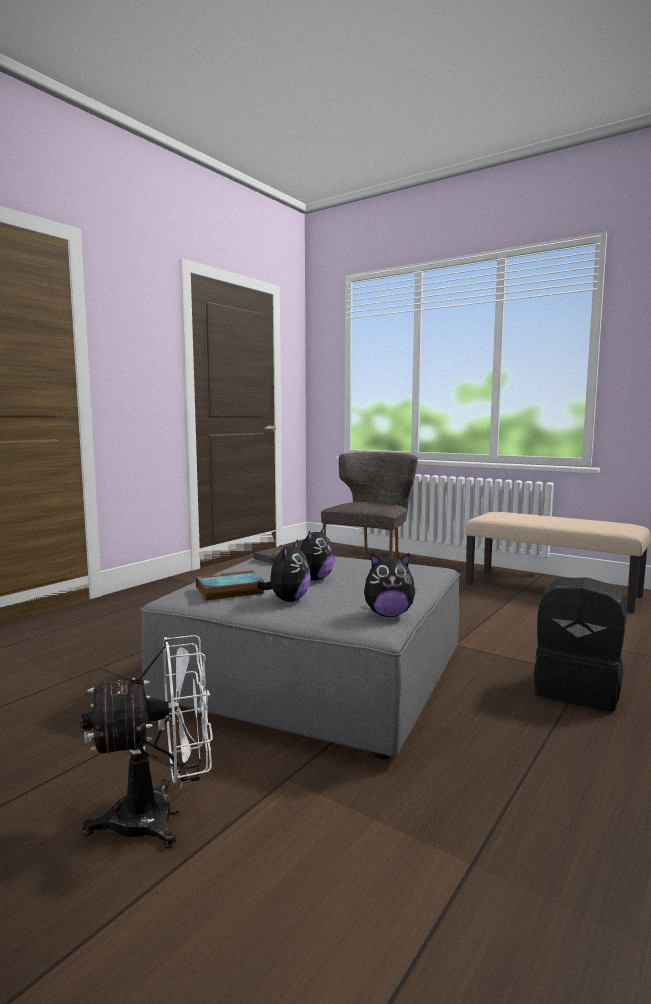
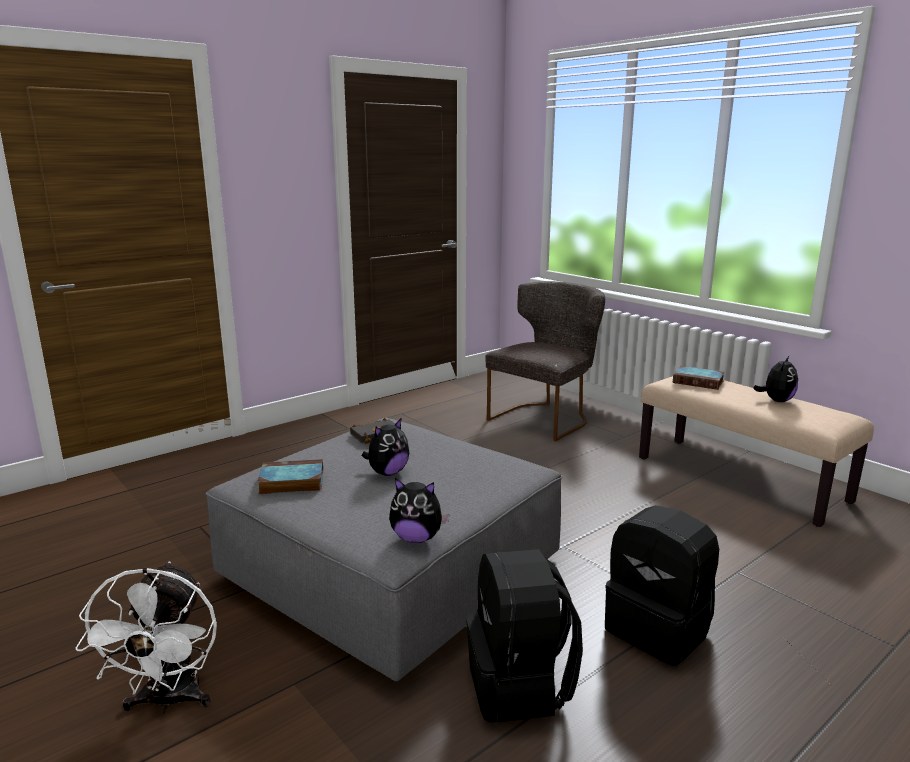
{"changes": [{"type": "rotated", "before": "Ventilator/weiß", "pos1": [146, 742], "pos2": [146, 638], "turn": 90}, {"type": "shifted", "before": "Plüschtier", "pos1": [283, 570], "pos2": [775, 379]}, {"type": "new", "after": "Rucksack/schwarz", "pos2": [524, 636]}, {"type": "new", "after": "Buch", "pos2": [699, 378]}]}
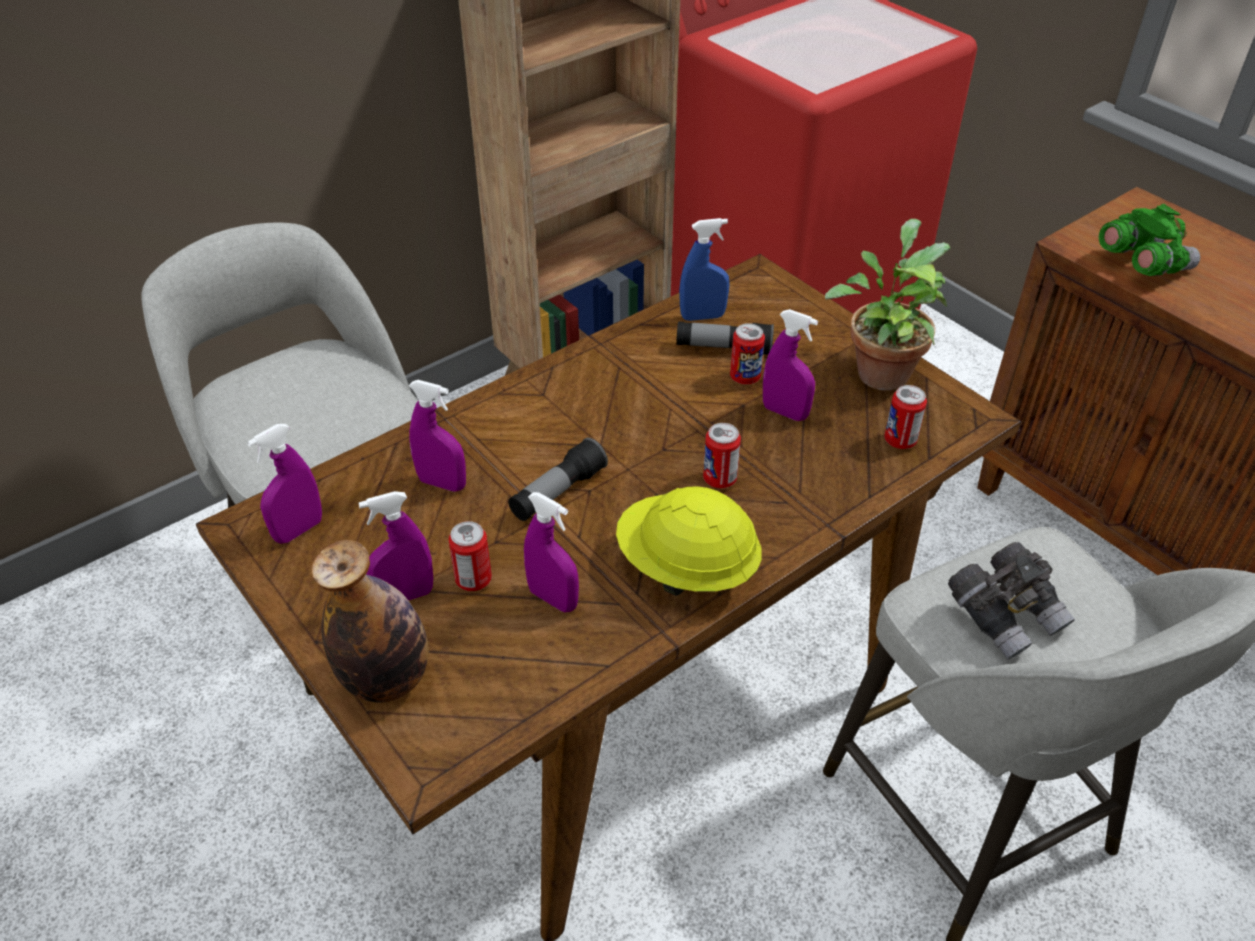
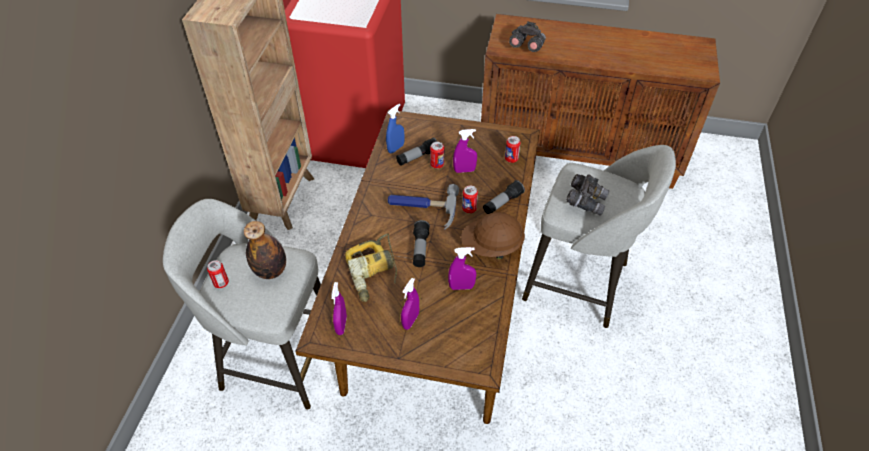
{"changes": [{"type": "shifted", "before": "Flasche", "pos1": [370, 621], "pos2": [265, 250]}, {"type": "swapped", "before": "Sprühflasche/lila", "after": "Bohrmaschine", "pos1": [437, 436], "pos2": [371, 268]}, {"type": "shifted", "before": "Dose", "pos1": [470, 556], "pos2": [218, 274]}, {"type": "repainted", "before": "Schutzhelm/gelb", "after": "Schutzhelm/braun", "pos1": [689, 541], "pos2": [493, 235]}, {"type": "gone", "before": "Topfpflanze", "pos1": [887, 305]}, {"type": "repainted", "before": "Fernglas/grün", "after": "Fernglas/grau", "pos1": [1149, 240], "pos2": [527, 36]}, {"type": "new", "after": "Hammer", "pos2": [423, 207]}, {"type": "new", "after": "Taschenlampe", "pos2": [504, 197]}]}
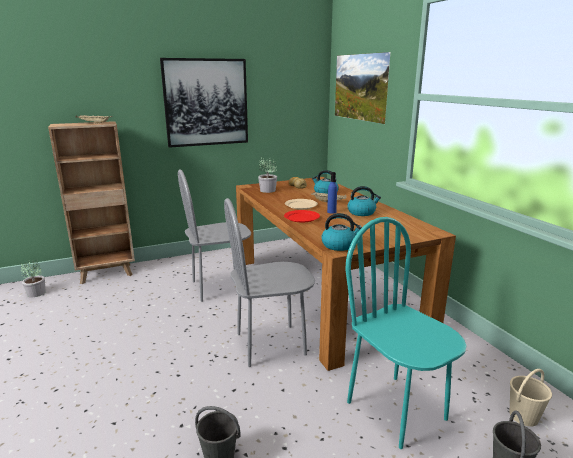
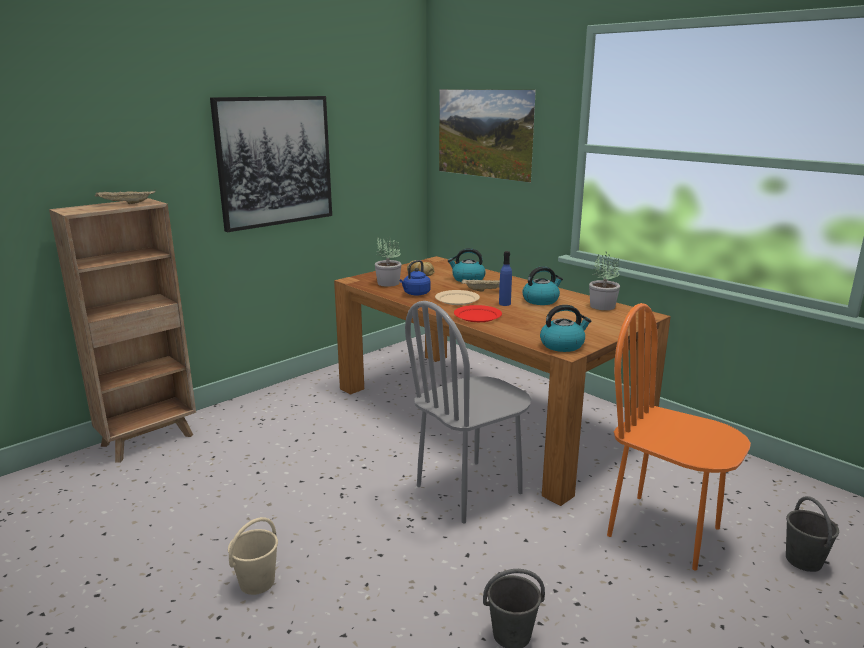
{"changes": [{"type": "shifted", "before": "Topfpflanze", "pos1": [33, 278], "pos2": [604, 281]}, {"type": "gone", "before": "Stuhl/grau", "pos1": [214, 235]}, {"type": "repainted", "before": "Stuhl/türkis", "after": "Stuhl/orange", "pos1": [406, 333], "pos2": [679, 436]}, {"type": "shifted", "before": "Eimer/beige", "pos1": [531, 398], "pos2": [253, 556]}, {"type": "new", "after": "Wasserkessel/blau", "pos2": [415, 278]}]}
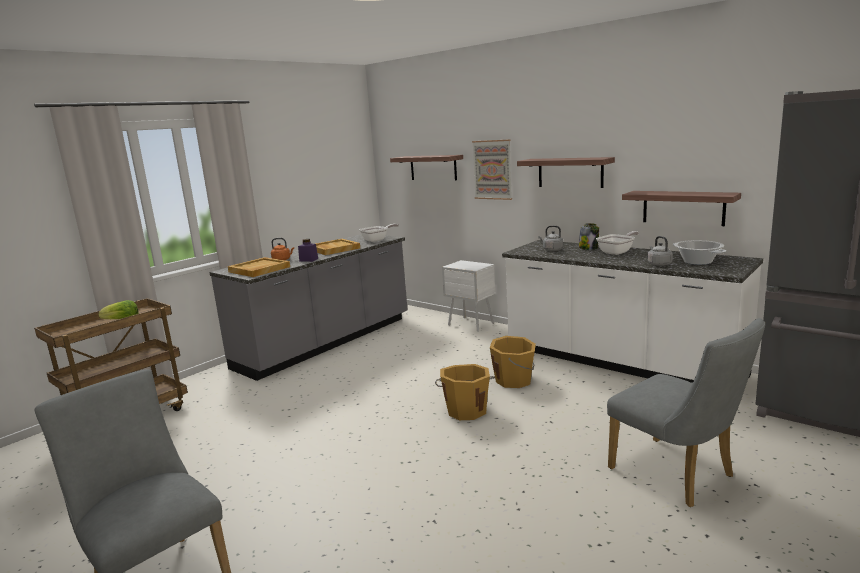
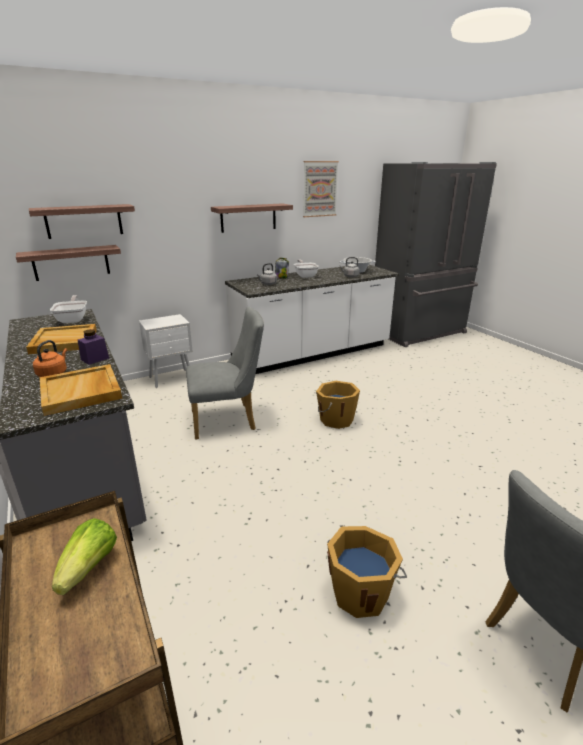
{"changes": [{"type": "shifted", "before": "Bild", "pos1": [492, 169], "pos2": [321, 189]}, {"type": "shifted", "before": "Eimer/orange", "pos1": [513, 362], "pos2": [367, 572]}, {"type": "shifted", "before": "Stuhl/grau", "pos1": [686, 412], "pos2": [225, 373]}, {"type": "shifted", "before": "Wandregal", "pos1": [681, 208], "pos2": [68, 263]}]}
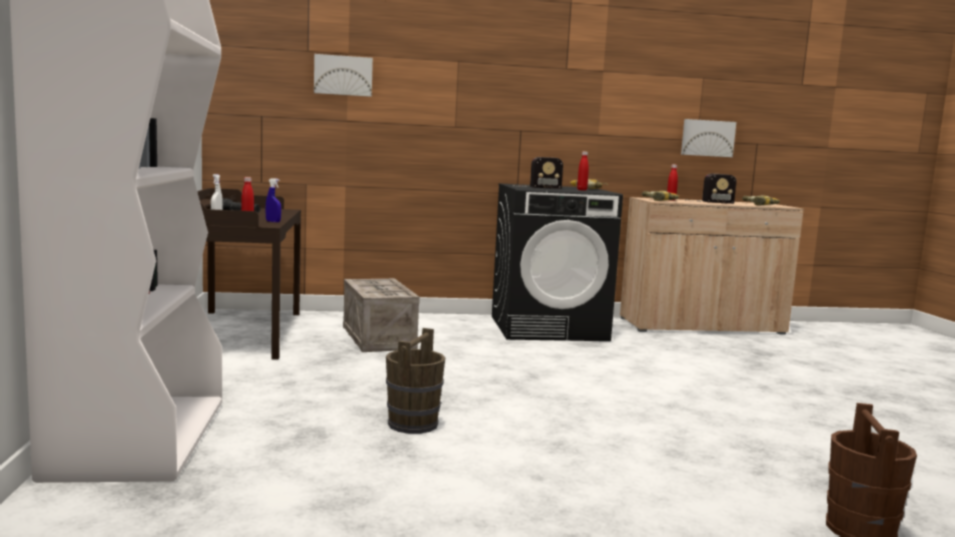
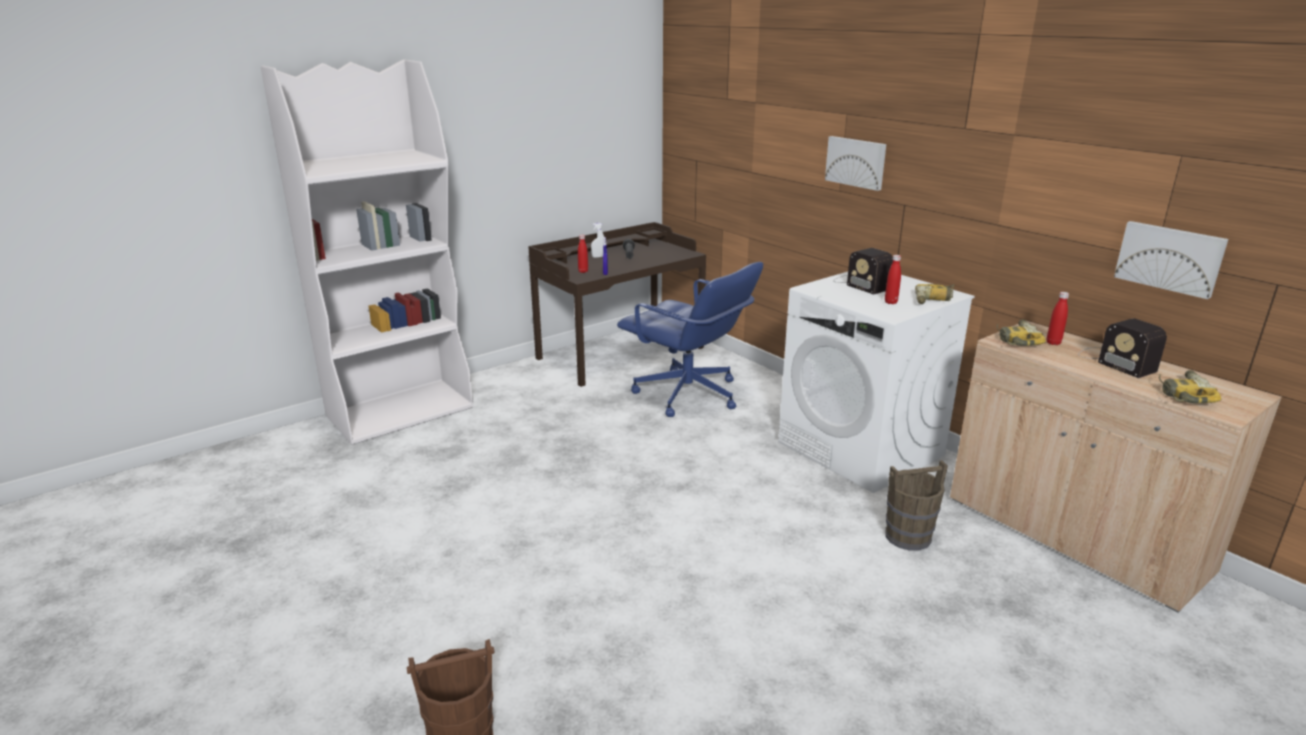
{"changes": [{"type": "shifted", "before": "Bild", "pos1": [343, 75], "pos2": [855, 163]}, {"type": "swapped", "before": "Kiste", "after": "Bürostuhl/blau", "pos1": [381, 315], "pos2": [690, 339]}, {"type": "shifted", "before": "Eimer/braun", "pos1": [415, 381], "pos2": [916, 505]}, {"type": "repainted", "before": "Waschmaschine/schwarz", "after": "Waschmaschine/weiß", "pos1": [557, 262], "pos2": [876, 382]}]}
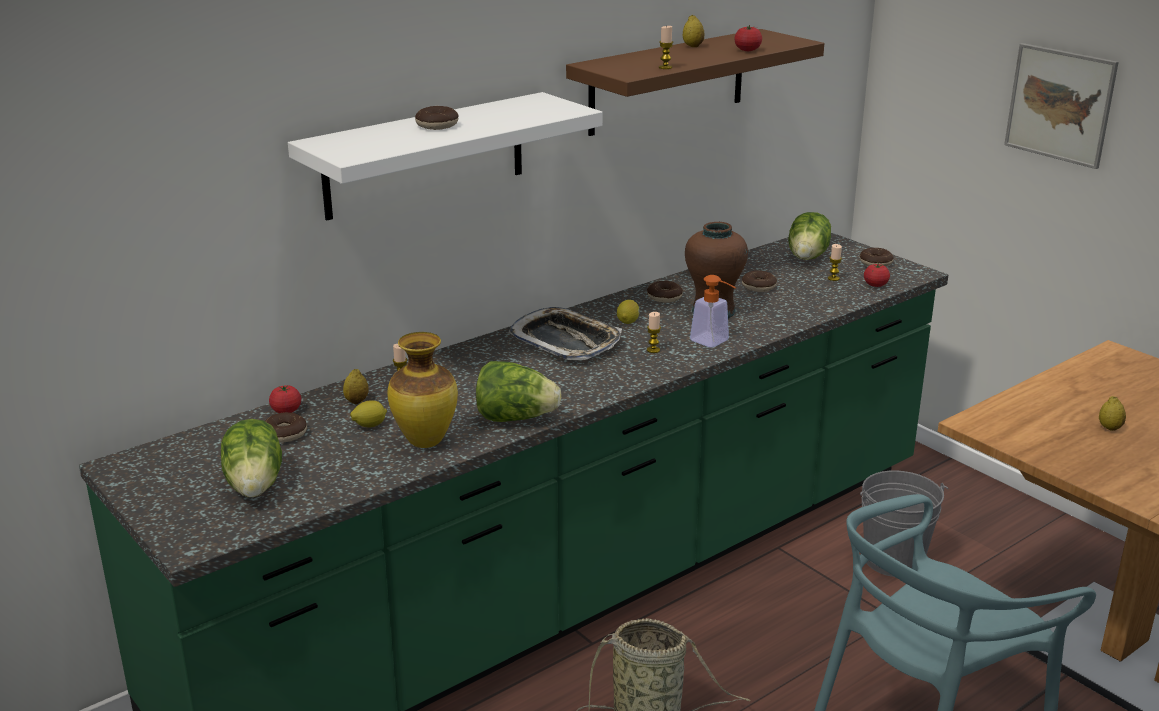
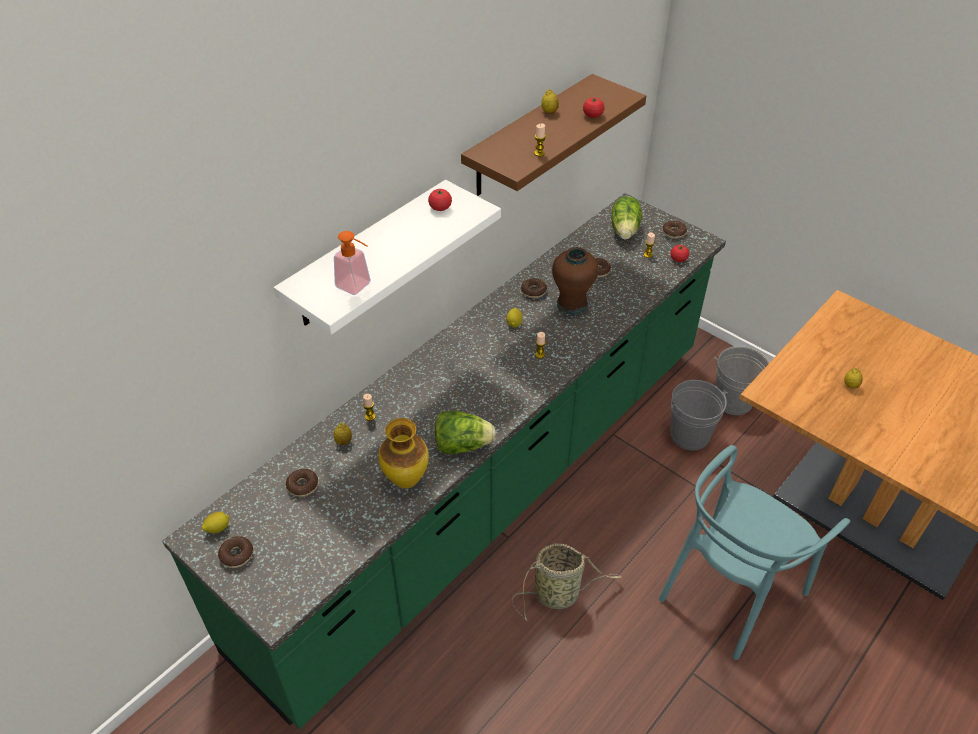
{"changes": [{"type": "gone", "before": "Salatkopf", "pos1": [251, 458]}, {"type": "shifted", "before": "Tomate", "pos1": [285, 399], "pos2": [440, 200]}, {"type": "shifted", "before": "Zitrone", "pos1": [368, 413], "pos2": [215, 522]}, {"type": "shifted", "before": "Donut", "pos1": [437, 118], "pos2": [235, 552]}, {"type": "gone", "before": "Tablett", "pos1": [565, 333]}, {"type": "shifted", "before": "Seifenspender", "pos1": [713, 311], "pos2": [352, 263]}, {"type": "gone", "before": "Bild", "pos1": [1061, 106]}, {"type": "new", "after": "Eimer/grau", "pos2": [742, 380]}]}
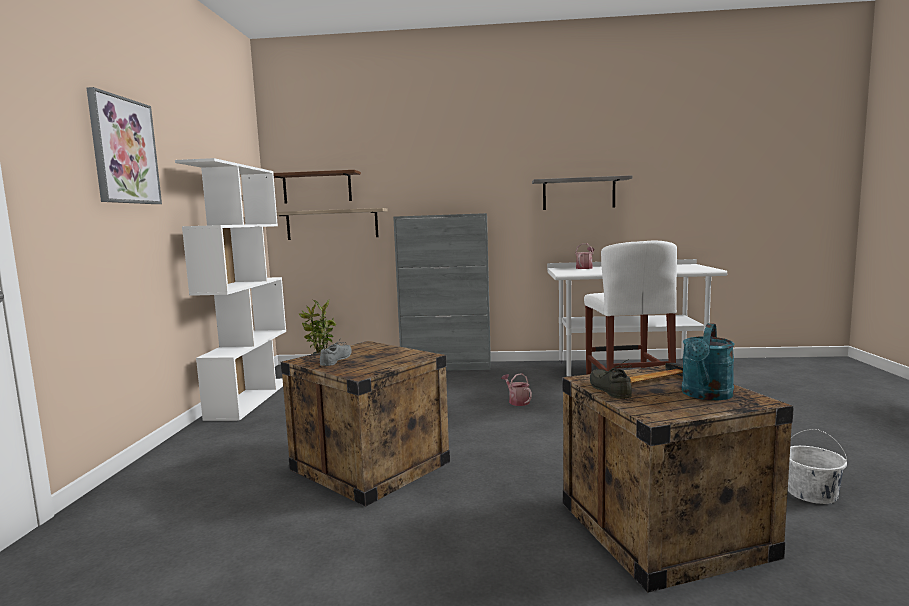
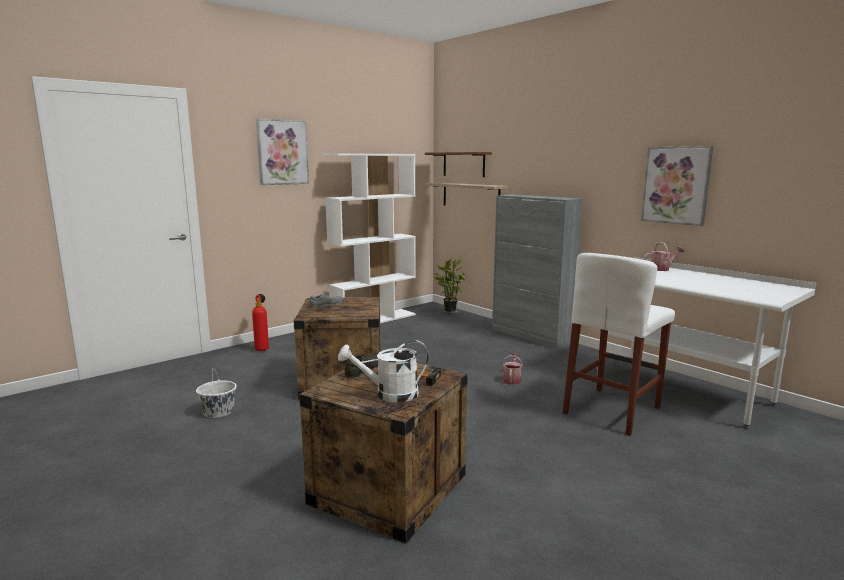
{"changes": [{"type": "swapped", "before": "Wandregal/grau", "after": "Bild", "pos1": [582, 192], "pos2": [677, 186]}, {"type": "repainted", "before": "Gießkanne/türkis", "after": "Gießkanne/weiß", "pos1": [708, 361], "pos2": [383, 371]}, {"type": "shifted", "before": "Eimer/weiß", "pos1": [817, 466], "pos2": [216, 393]}, {"type": "new", "after": "Feuerlöscher", "pos2": [260, 322]}]}
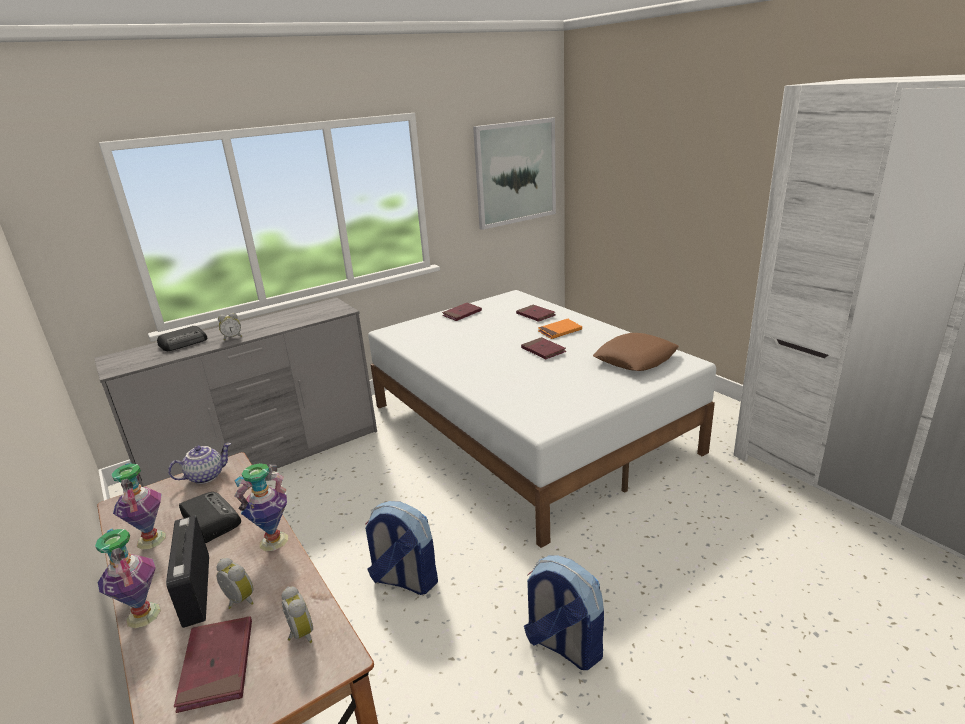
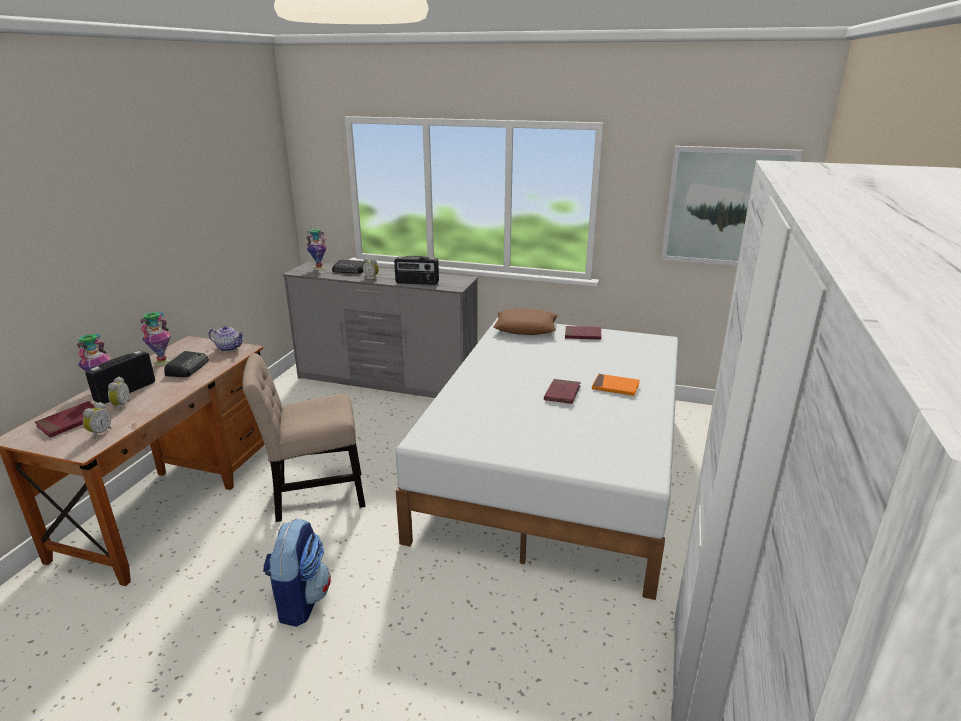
{"changes": [{"type": "shifted", "before": "Vase", "pos1": [261, 507], "pos2": [316, 249]}, {"type": "swapped", "before": "Rucksack", "after": "Stuhl/beige", "pos1": [401, 548], "pos2": [303, 437]}, {"type": "gone", "before": "Buch/rot", "pos1": [535, 313]}, {"type": "shifted", "before": "Kissen/braun", "pos1": [635, 352], "pos2": [525, 321]}, {"type": "new", "after": "Radio", "pos2": [416, 270]}]}
